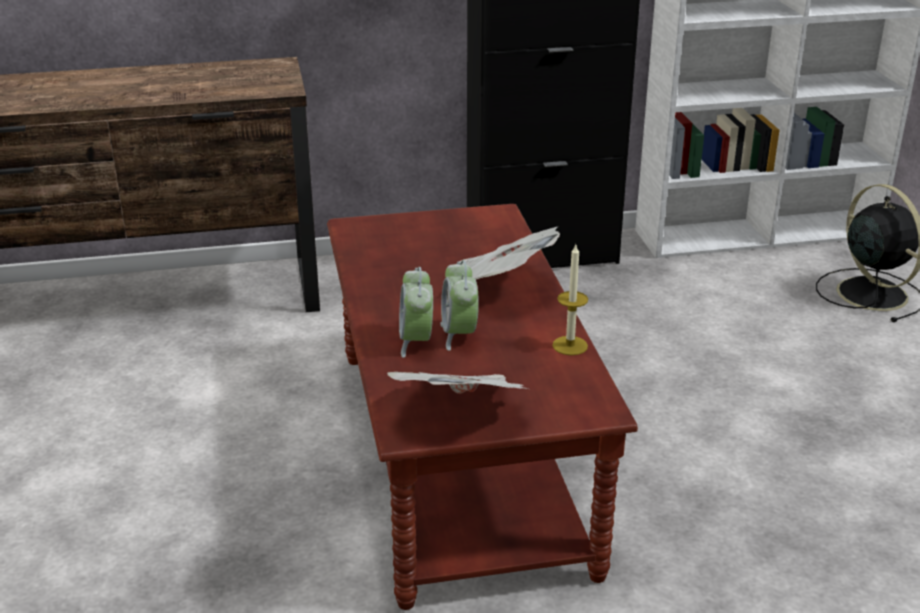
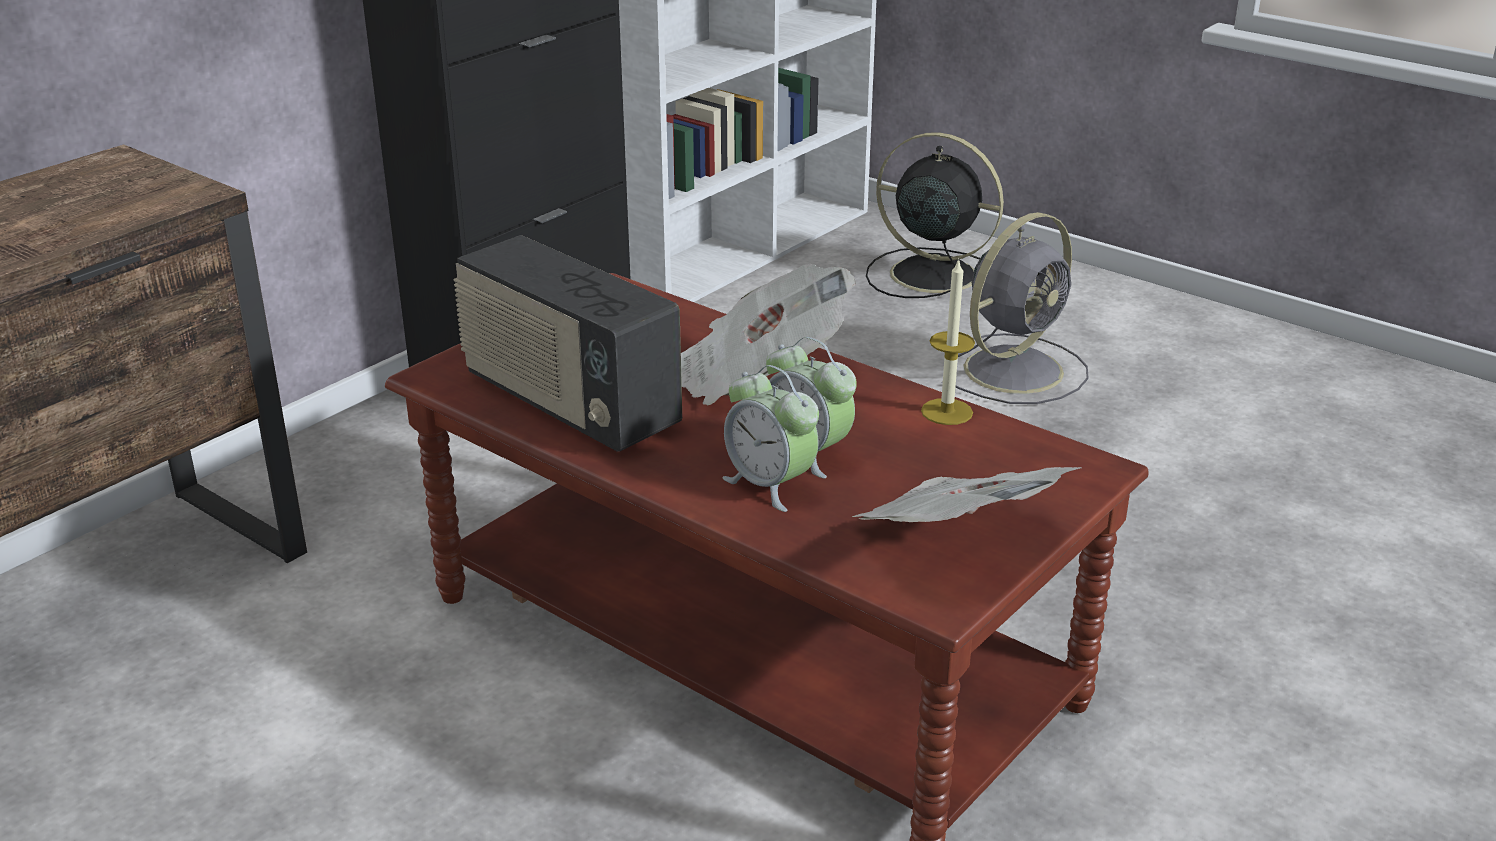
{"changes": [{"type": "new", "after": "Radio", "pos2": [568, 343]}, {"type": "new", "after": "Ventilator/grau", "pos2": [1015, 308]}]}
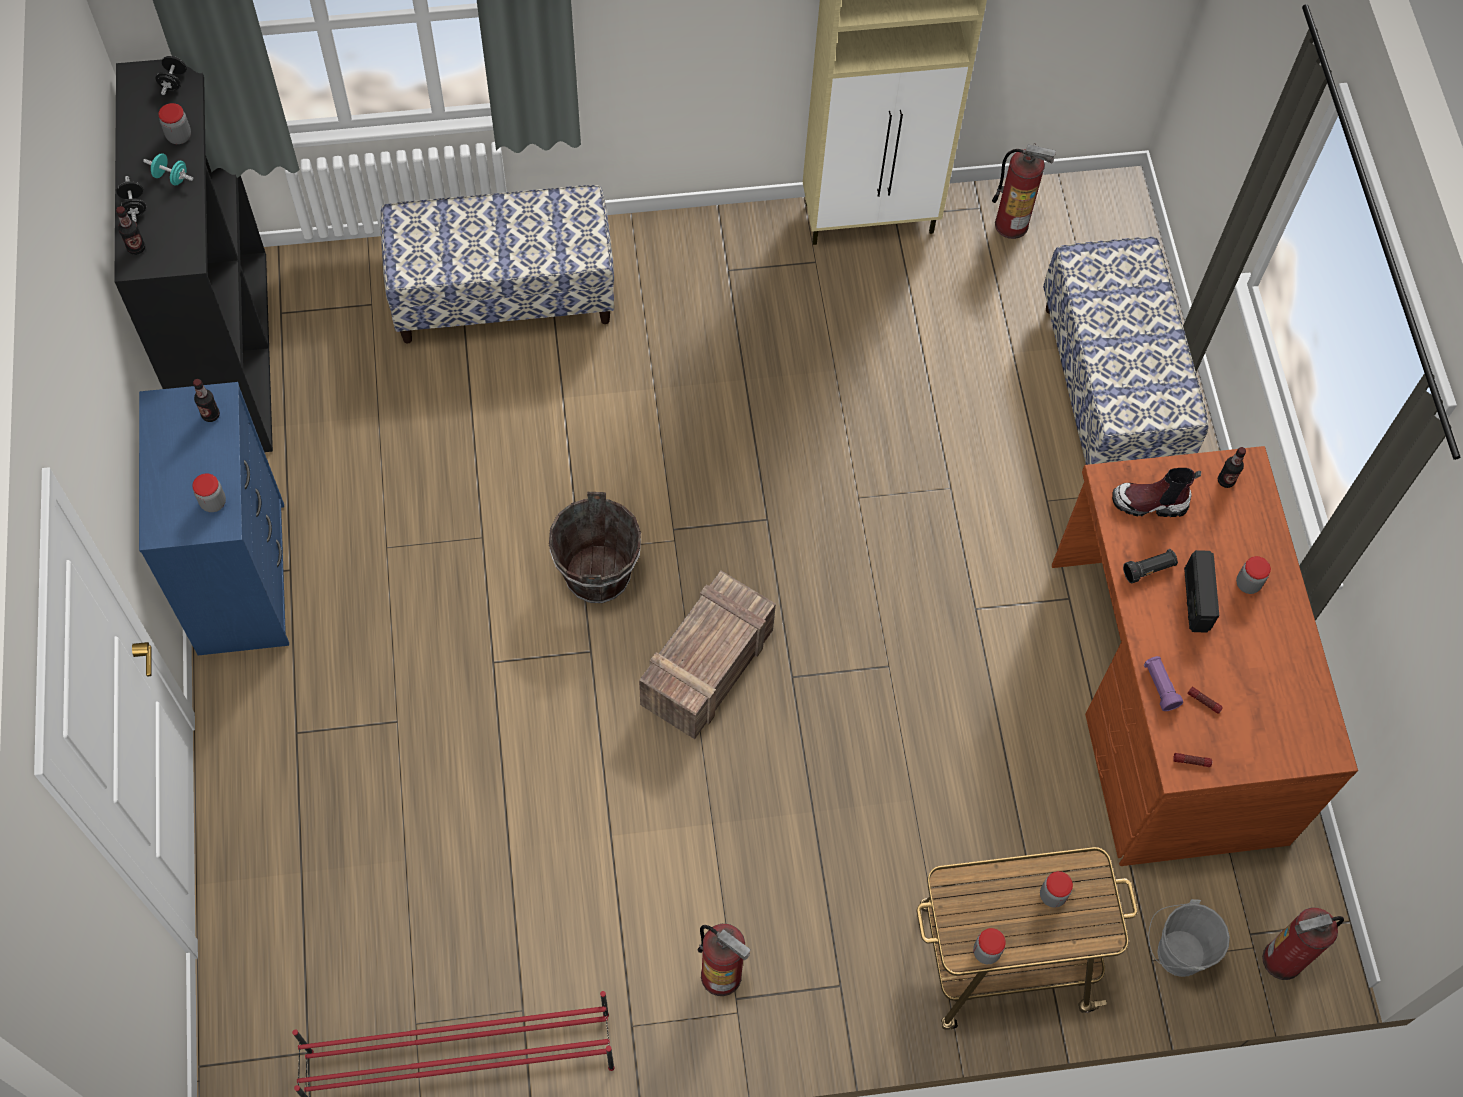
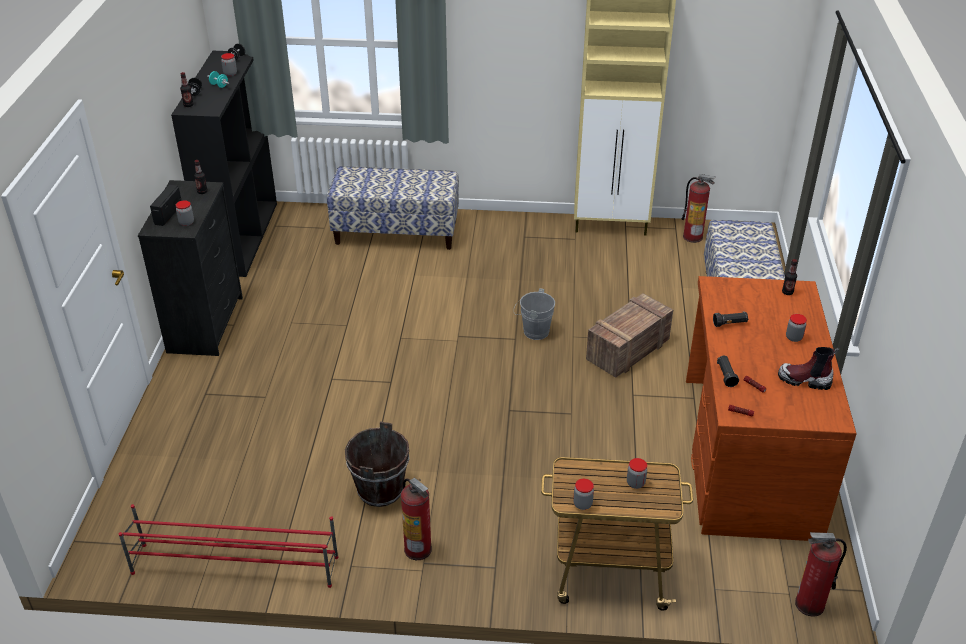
{"changes": [{"type": "repainted", "before": "Kommode/blau", "after": "Kommode/schwarz", "pos1": [214, 519], "pos2": [190, 268]}, {"type": "shifted", "before": "Eimer/braun", "pos1": [595, 547], "pos2": [377, 464]}, {"type": "shifted", "before": "Kiste", "pos1": [707, 655], "pos2": [629, 335]}, {"type": "shifted", "before": "Stiefel", "pos1": [1156, 492], "pos2": [808, 368]}, {"type": "repainted", "before": "Taschenlampe/lila", "after": "Taschenlampe/schwarz", "pos1": [1163, 683], "pos2": [728, 371]}, {"type": "shifted", "before": "Eimer/grau", "pos1": [1189, 938], "pos2": [534, 314]}, {"type": "shifted", "before": "Radio", "pos1": [1201, 591], "pos2": [166, 205]}]}
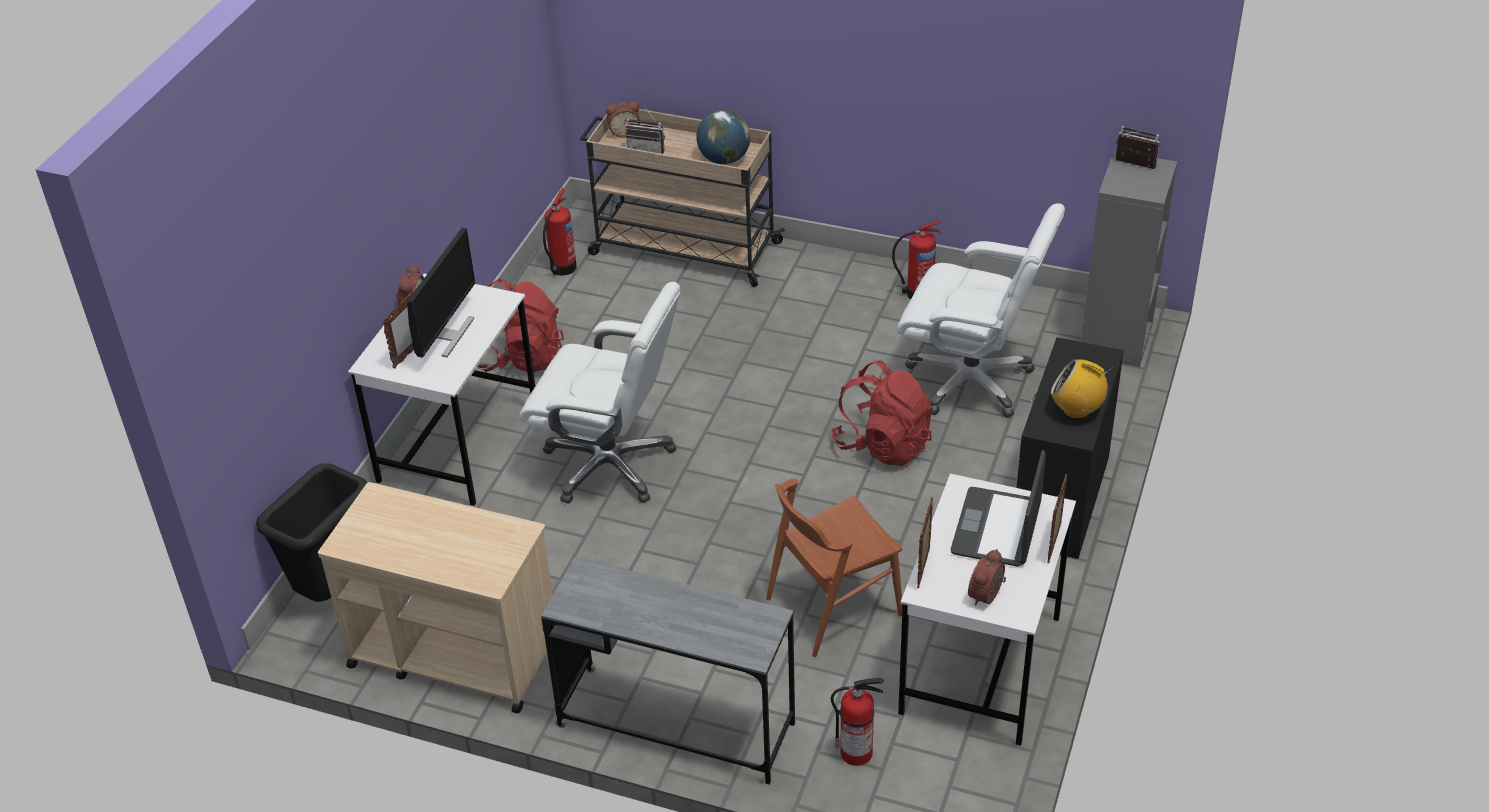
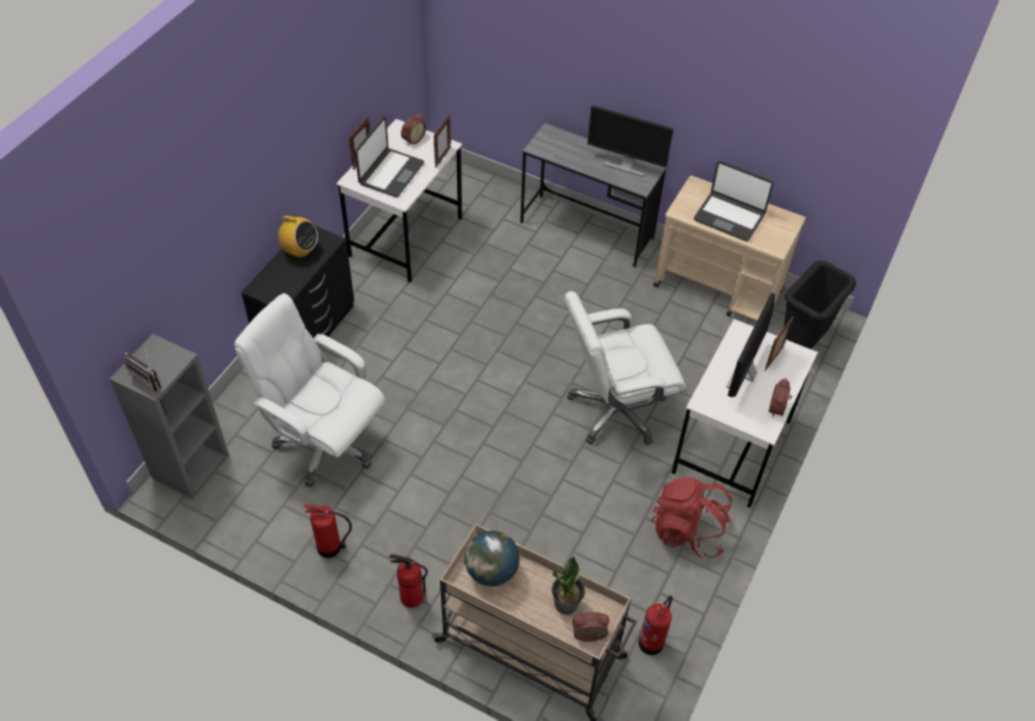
{"changes": [{"type": "rotated", "before": "Bürostuhl/weiß", "pos1": [599, 393], "pos2": [625, 368], "turn": -45}, {"type": "swapped", "before": "Radio", "after": "Topfpflanze", "pos1": [645, 130], "pos2": [568, 585]}, {"type": "gone", "before": "Stuhl/braun", "pos1": [834, 567]}, {"type": "shifted", "before": "Feuerlöscher", "pos1": [857, 722], "pos2": [408, 581]}, {"type": "gone", "before": "Rucksack/rot", "pos1": [882, 413]}, {"type": "new", "after": "Monitor", "pos2": [630, 141]}, {"type": "new", "after": "Laptop", "pos2": [734, 201]}]}
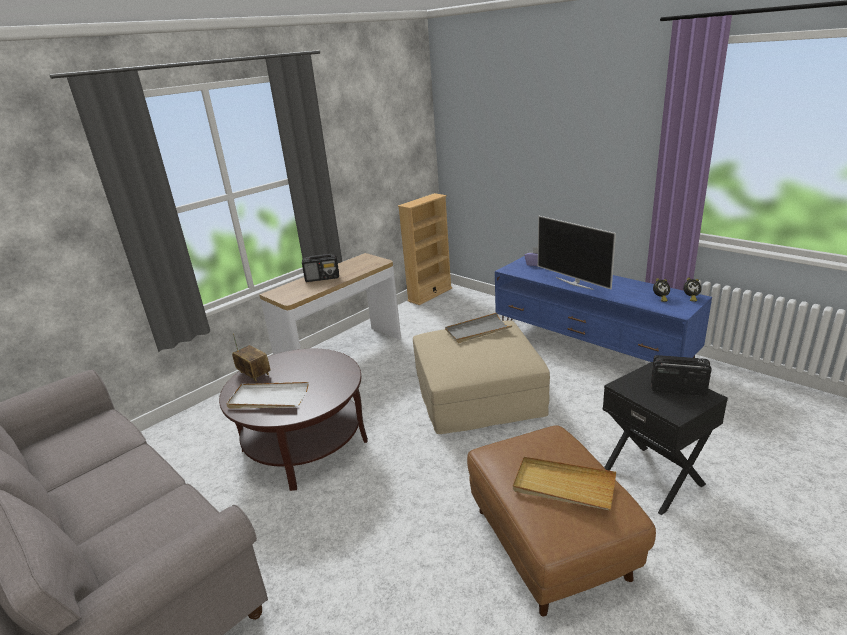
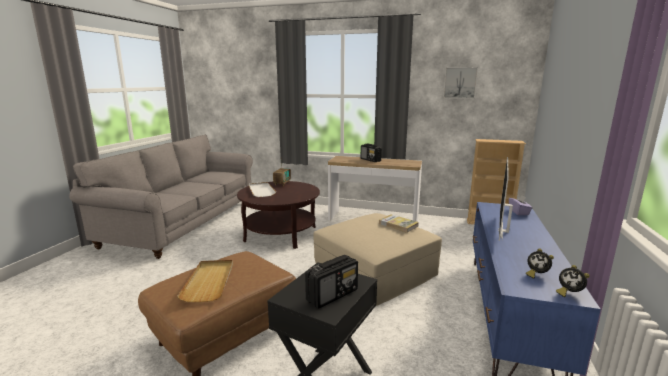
{"changes": [{"type": "swapped", "before": "Tablett/grau", "after": "Buch", "pos1": [478, 328], "pos2": [399, 223]}, {"type": "rotated", "before": "Radio", "pos1": [681, 375], "pos2": [331, 281], "turn": 60}, {"type": "new", "after": "Bild", "pos2": [460, 83]}]}
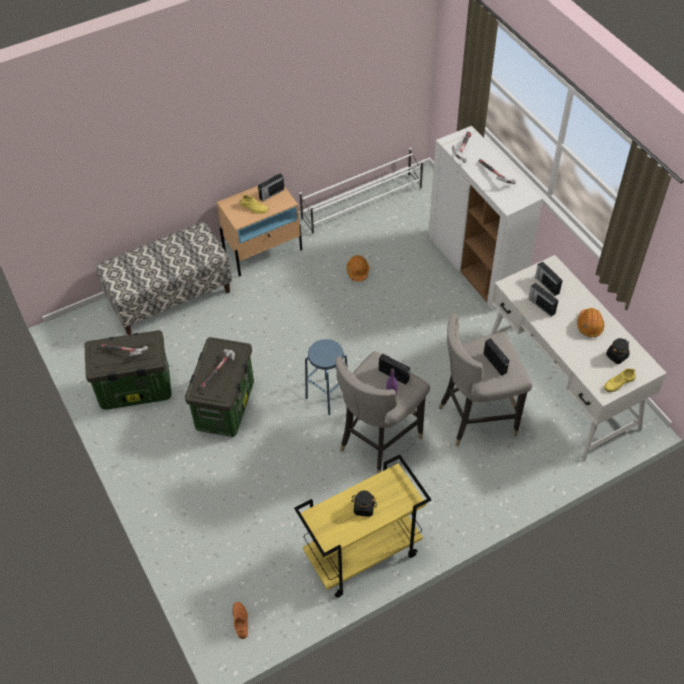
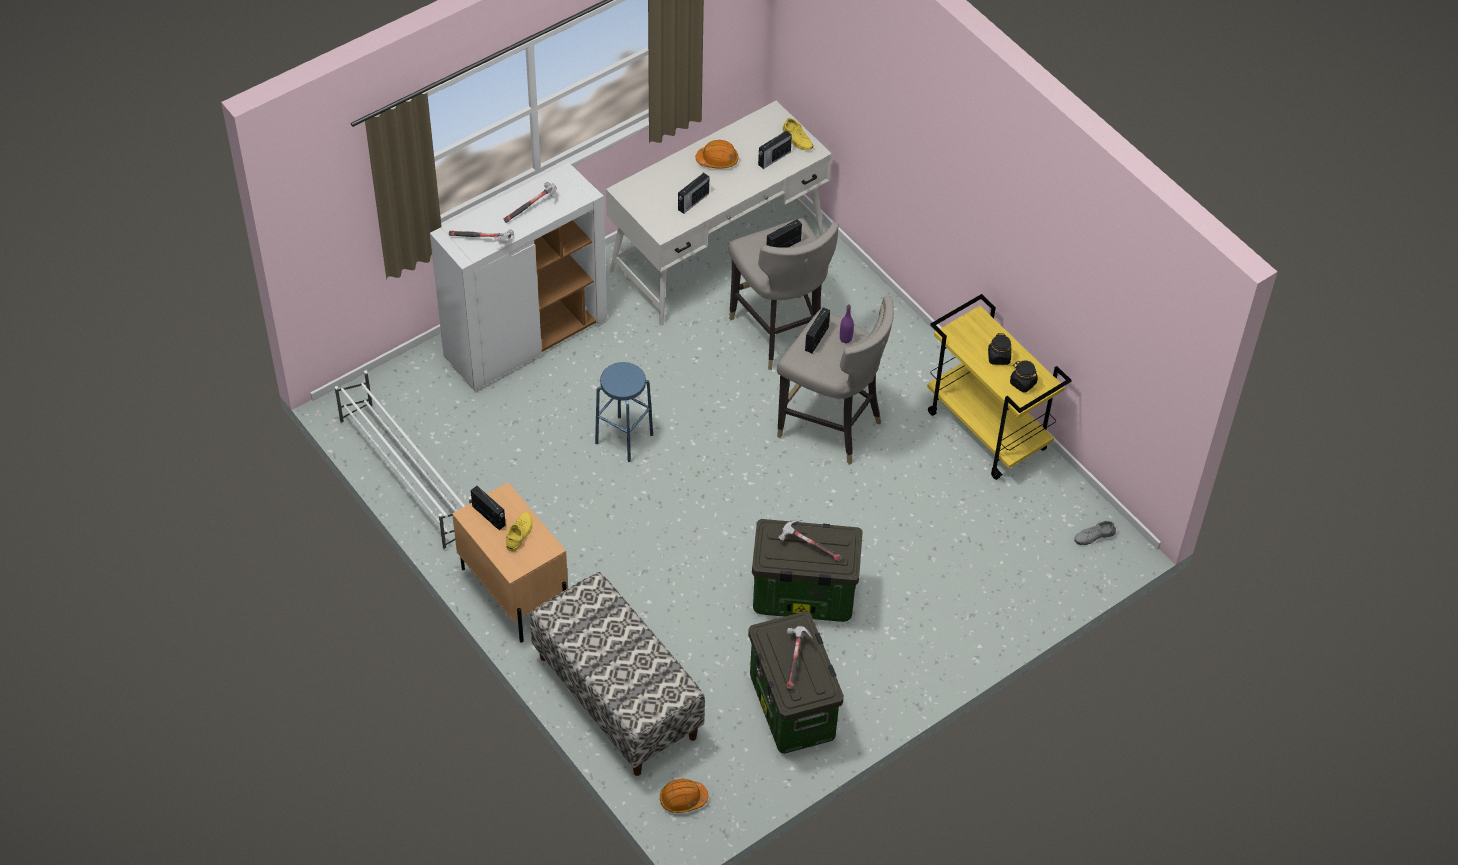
{"changes": [{"type": "repainted", "before": "Schuh/orange", "after": "Schuh/grau", "pos1": [240, 620], "pos2": [1095, 533]}, {"type": "shifted", "before": "Hocker/blau", "pos1": [326, 377], "pos2": [624, 412]}, {"type": "shifted", "before": "Schutzhelm/orange", "pos1": [358, 268], "pos2": [684, 796]}, {"type": "shifted", "before": "Radio", "pos1": [549, 279], "pos2": [775, 149]}, {"type": "shifted", "before": "Vorratsglas/schwarz", "pos1": [618, 351], "pos2": [1024, 377]}]}
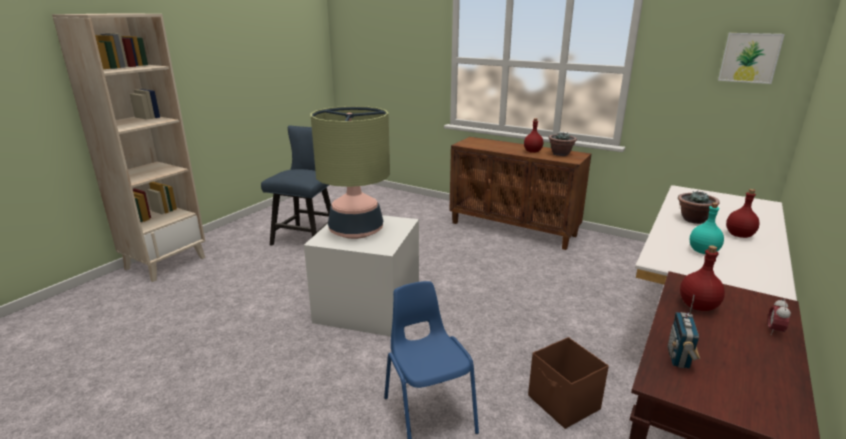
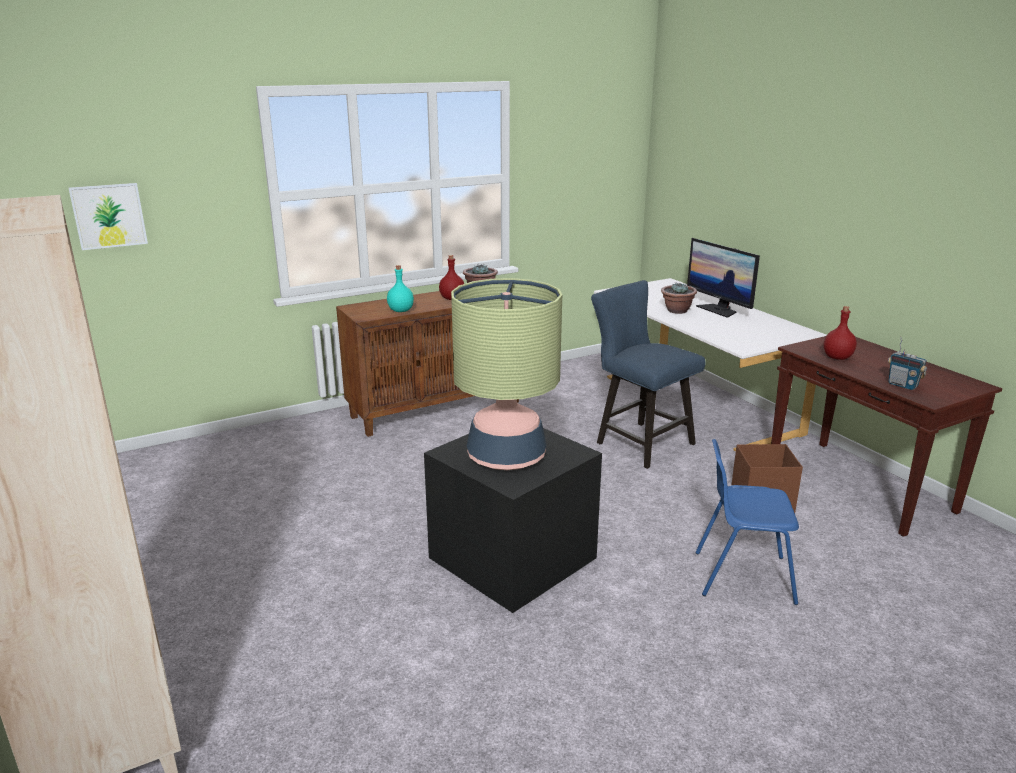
{"changes": [{"type": "shifted", "before": "Stuhl/blau", "pos1": [296, 186], "pos2": [648, 374]}, {"type": "repainted", "before": "Aufbewahrungsbox/weiß", "after": "Aufbewahrungsbox/schwarz", "pos1": [361, 275], "pos2": [513, 520]}, {"type": "shifted", "before": "Flasche/türkis", "pos1": [706, 228], "pos2": [400, 288]}, {"type": "shifted", "before": "Bild", "pos1": [751, 58], "pos2": [108, 216]}, {"type": "swapped", "before": "Flasche/rot", "after": "Monitor", "pos1": [743, 213], "pos2": [723, 278]}, {"type": "gone", "before": "Wecker", "pos1": [779, 317]}]}
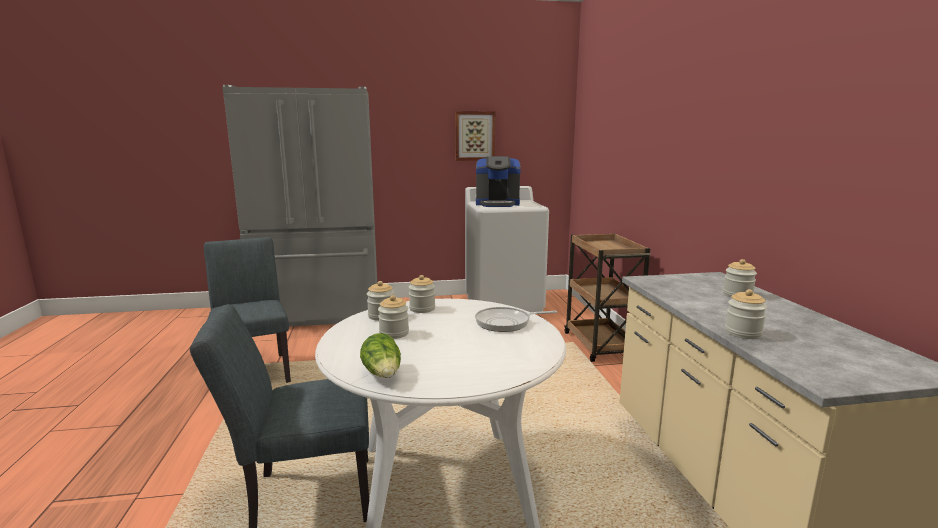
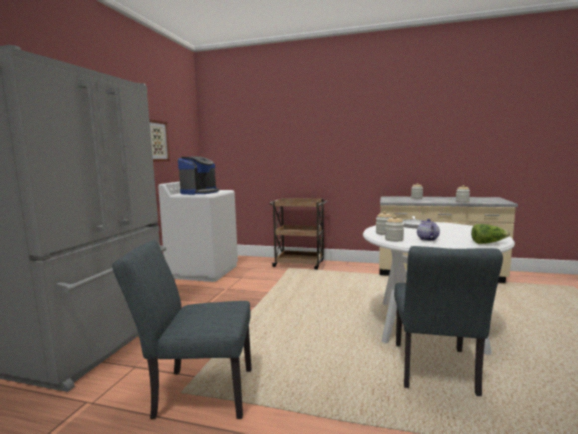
{"changes": [{"type": "swapped", "before": "Vorratsglas", "after": "Teekanne", "pos1": [393, 317], "pos2": [428, 230]}]}
